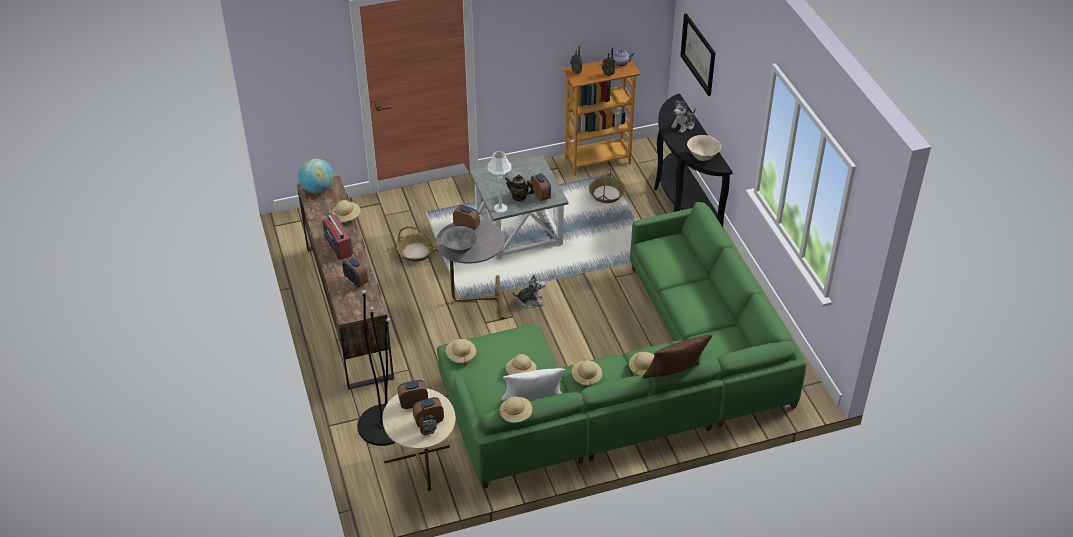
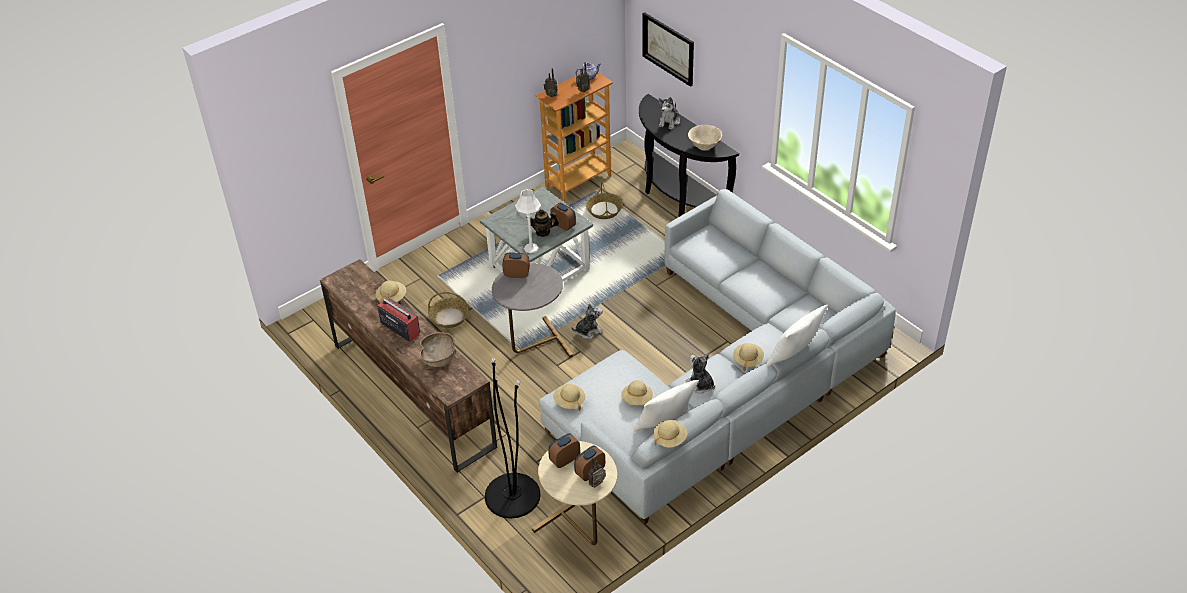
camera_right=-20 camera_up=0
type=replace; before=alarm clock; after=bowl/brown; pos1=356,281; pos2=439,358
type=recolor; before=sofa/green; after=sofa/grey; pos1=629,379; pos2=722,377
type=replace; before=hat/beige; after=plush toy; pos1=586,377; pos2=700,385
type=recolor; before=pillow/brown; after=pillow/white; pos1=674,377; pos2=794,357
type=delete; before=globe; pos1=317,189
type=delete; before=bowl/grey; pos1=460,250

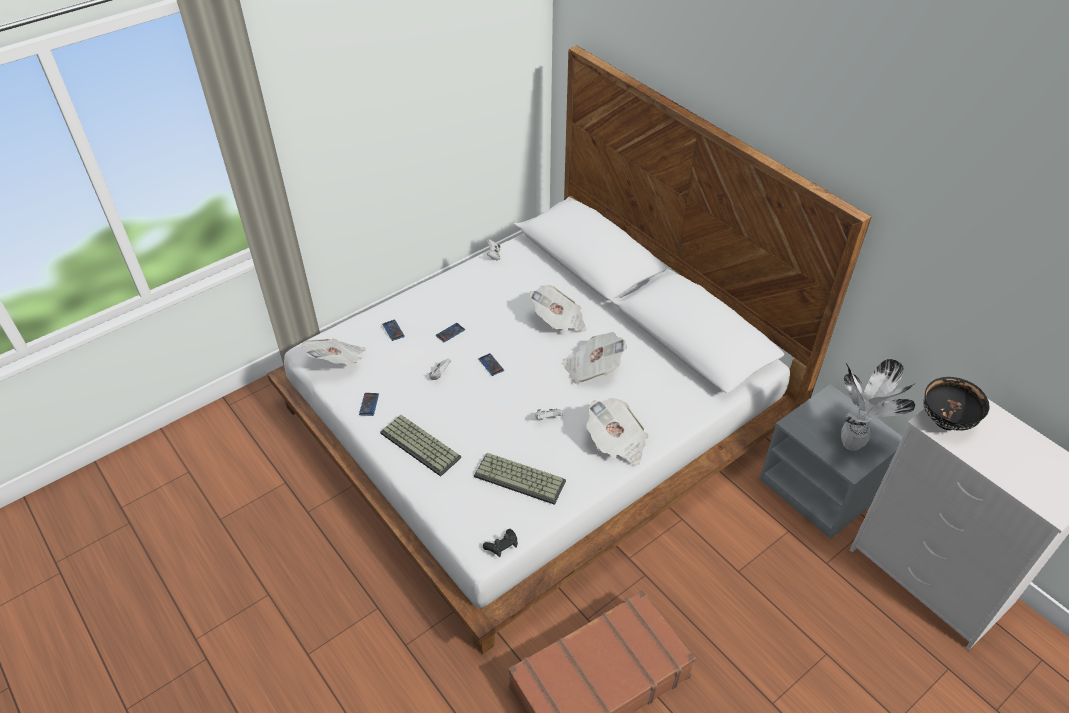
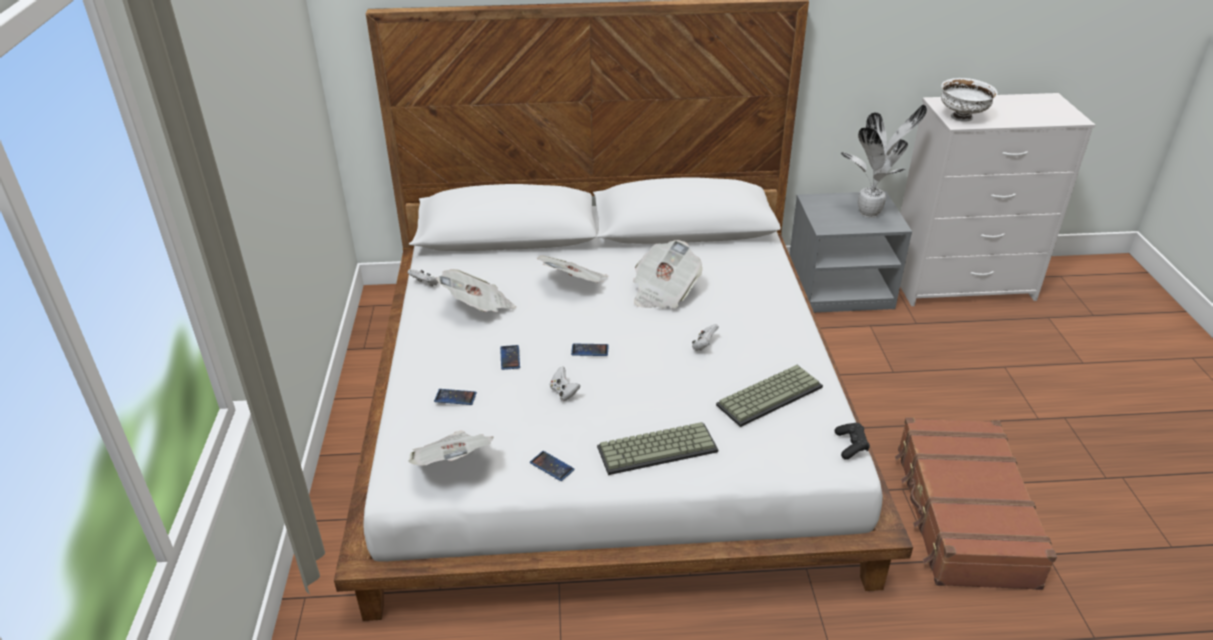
camera_right=-55 camera_up=-10
type=move; before=newspaper; pos1=617,443; pos2=479,308
type=recolor; before=bowl/black; after=bowl/white; pos1=946,422; pos2=962,117

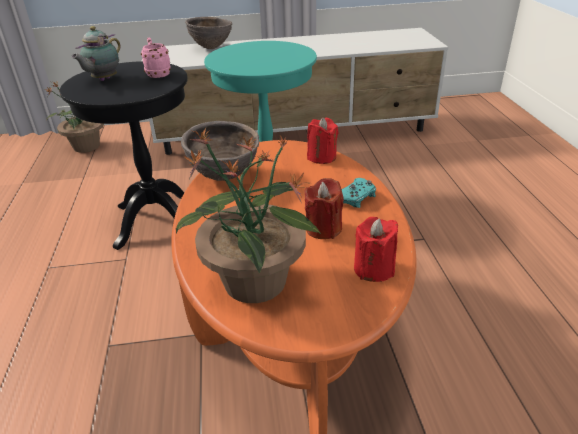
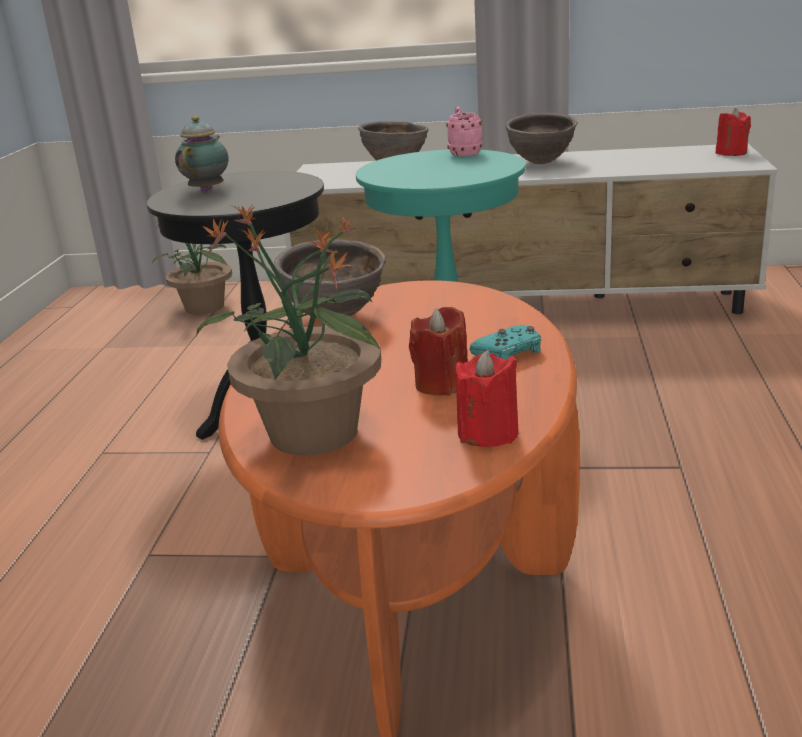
camera_right=15 camera_up=-10
type=rotate; before=teapot; pos1=103,80; pos2=208,190; turn=150
type=move; before=mug/pink; pos1=157,74; pos2=463,153
type=insert; after=bowl/brown; pos2=540,163
type=move; before=candle/red; pos1=321,157; pos2=731,153

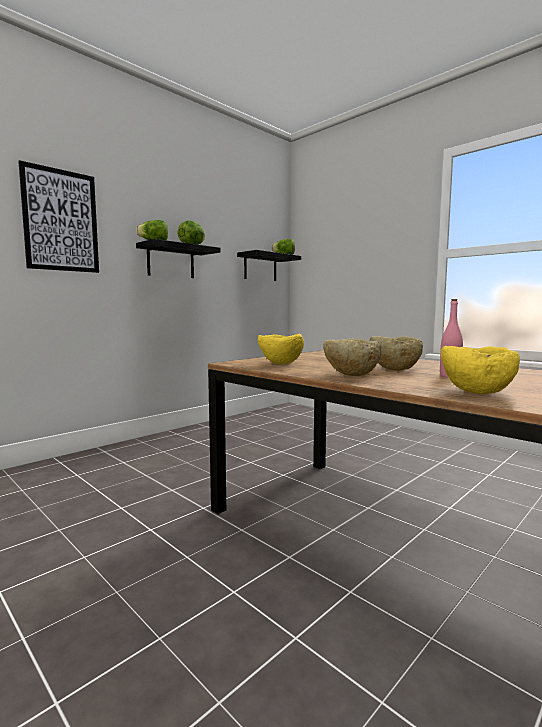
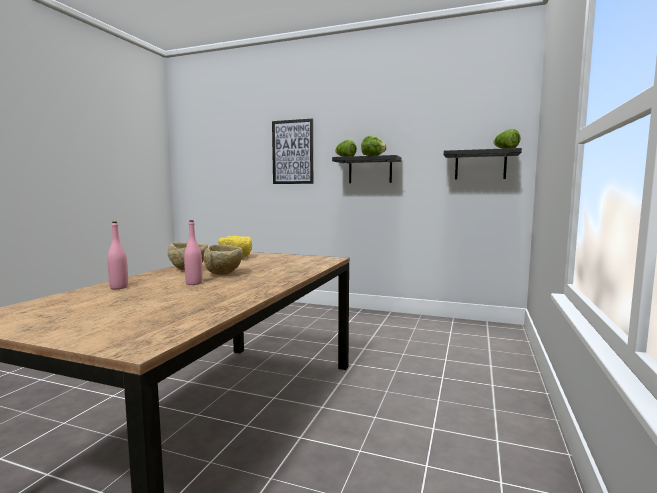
camera_right=65 camera_up=0
type=replace; before=bowl/yellow; after=bottle/pink; pos1=475,392; pos2=119,287

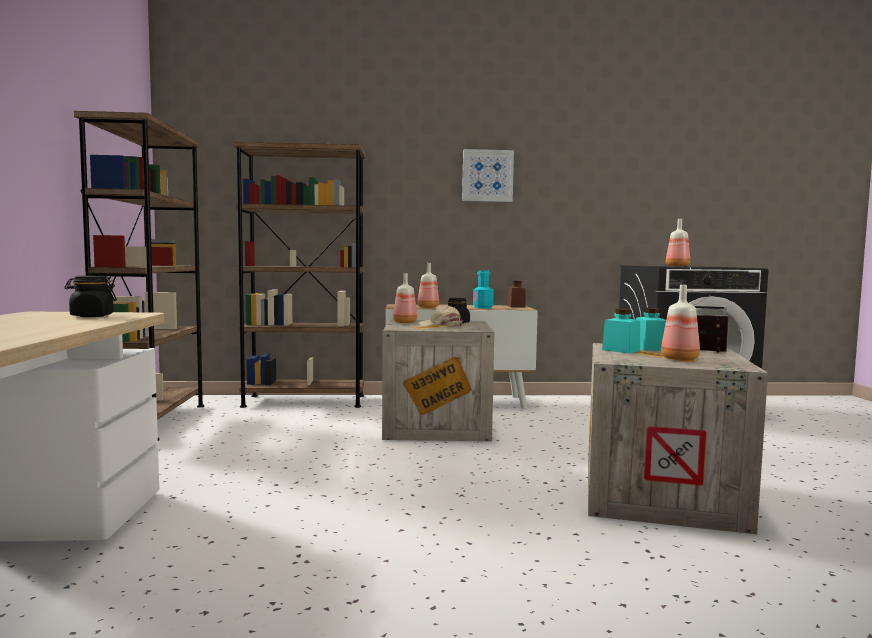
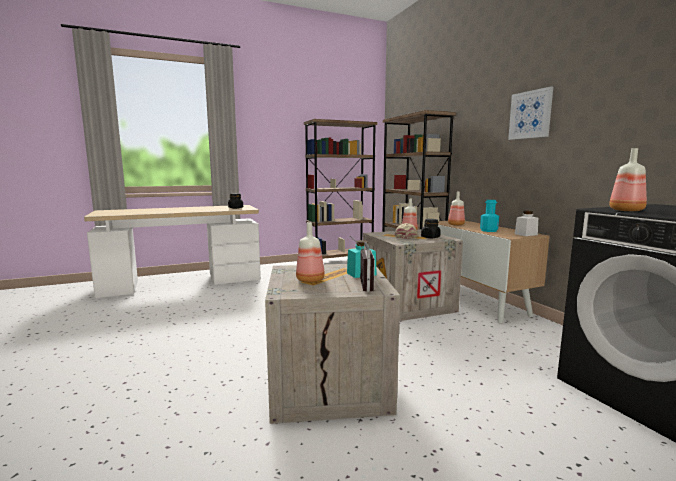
camera_right=70 camera_up=5
type=recolor; before=jar/brown; after=jar/white; pos1=516,306; pos2=526,234
type=delete; before=jar/turquoise; pos1=621,350

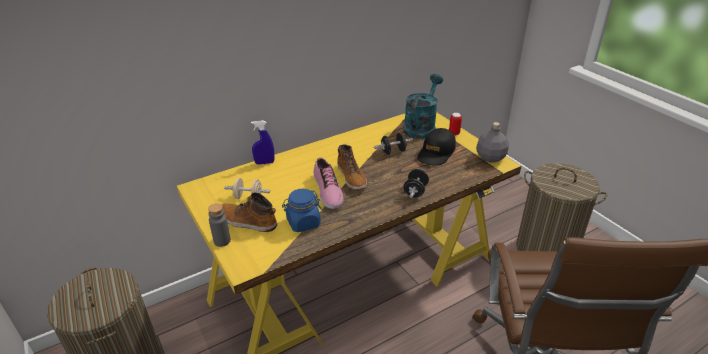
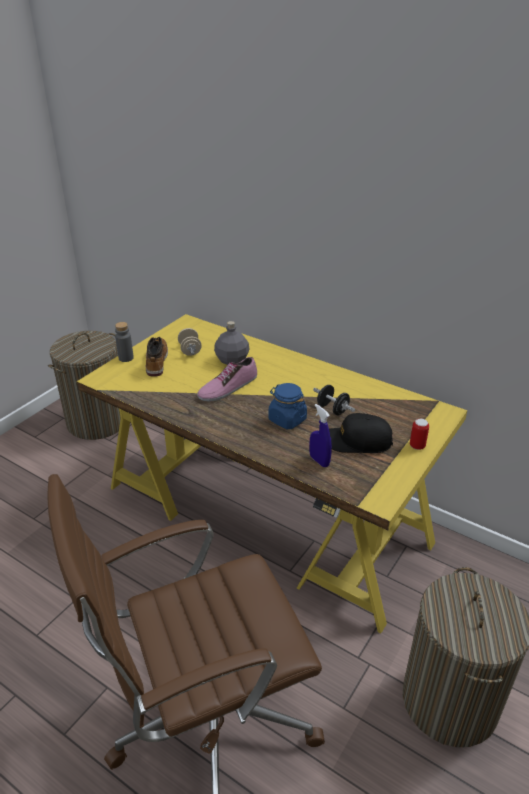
camera_right=65 camera_up=0
type=move; before=bottle/grey; pos1=490,157; pos2=232,360
type=move; before=jar/blue; pos1=303,223; pos2=287,419
type=move; before=spray bottle/blue; pos1=264,163; pos2=319,461
type=delete; before=boot; pos1=352,177
type=delete; before=watering can/turquoise; pos1=421,127
type=delete; before=dumbbell/black; pos1=415,191

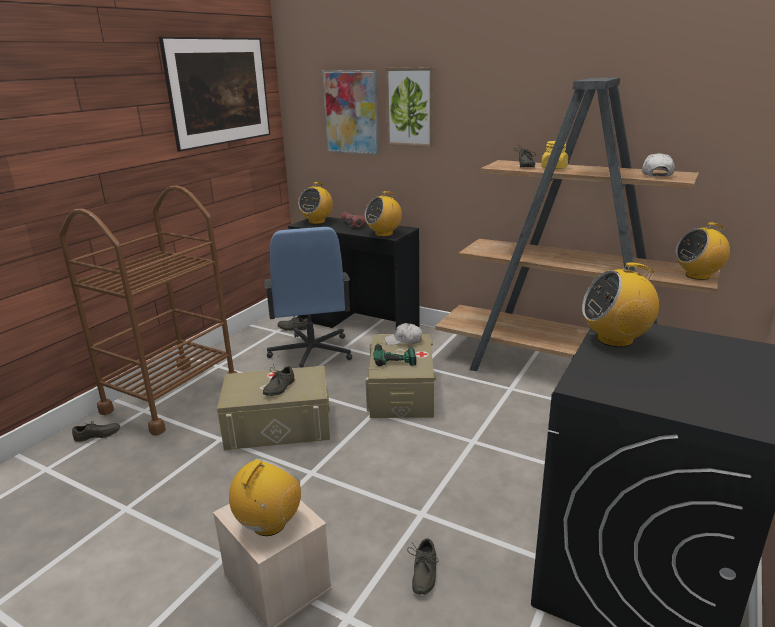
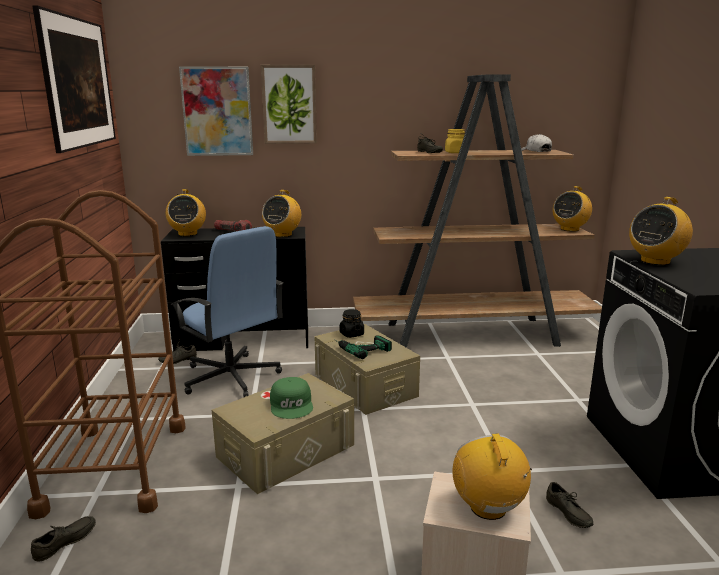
camera_right=-35 camera_up=-5
type=replace; before=shoe/grey; after=cap/green; pos1=278,388; pos2=292,404
type=replace; before=cap/white; after=jar/black; pos1=404,340; pos2=351,334

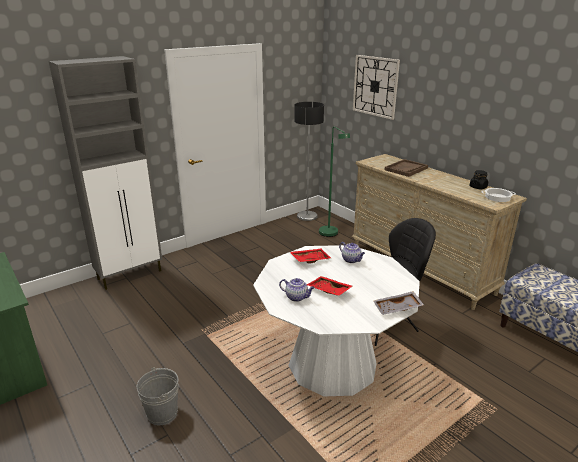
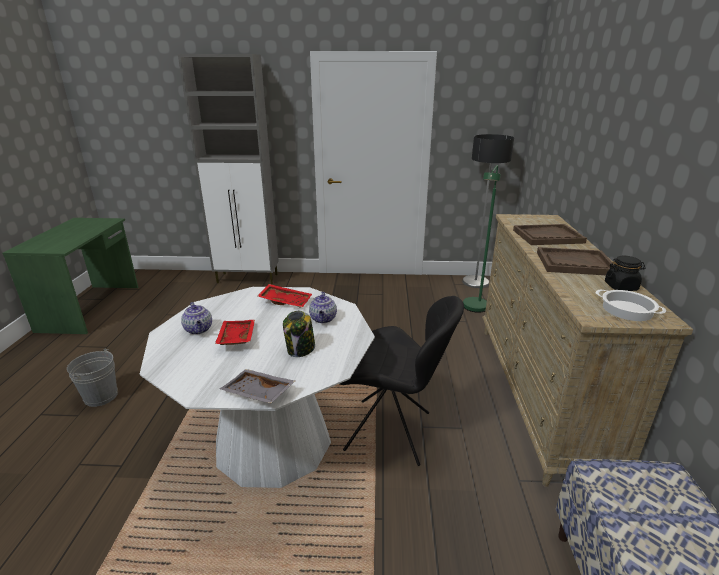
camera_right=40 camera_up=0
type=insert; after=jar; pos2=300,349
type=insert; after=tray/brown; pos2=574,263
type=delete; before=wall clock; pos1=375,86

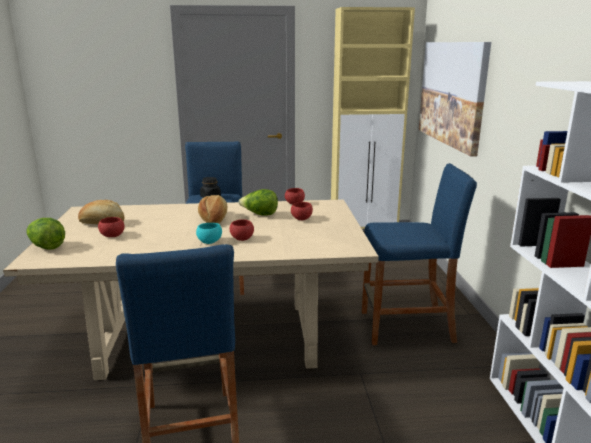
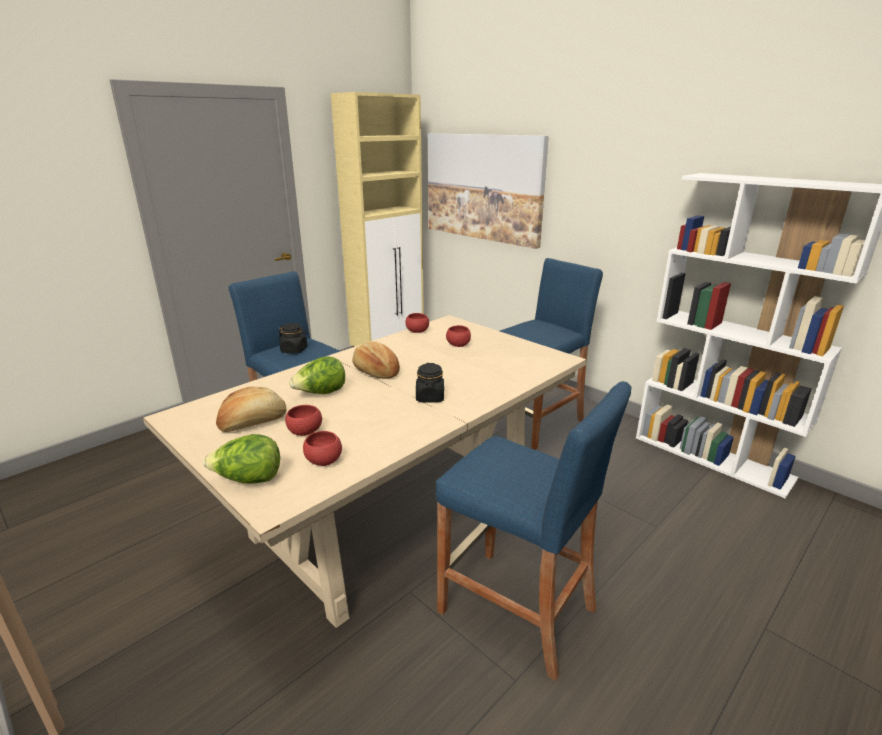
camera_right=-40 camera_up=5
type=move; before=lettuce; pos1=260,215; pos2=321,393
type=move; before=bowl/red; pos1=242,239; pos2=324,461
type=replace; before=bowl/turquoise; after=jar/black; pos1=210,242; pos2=430,397

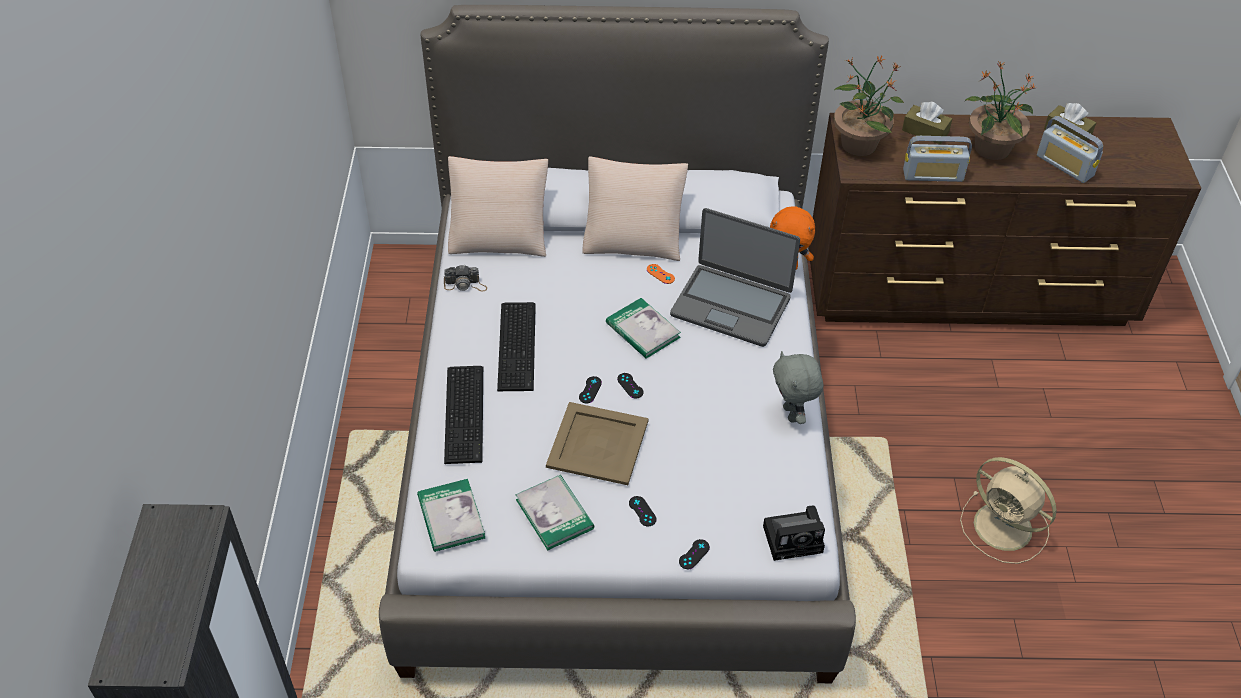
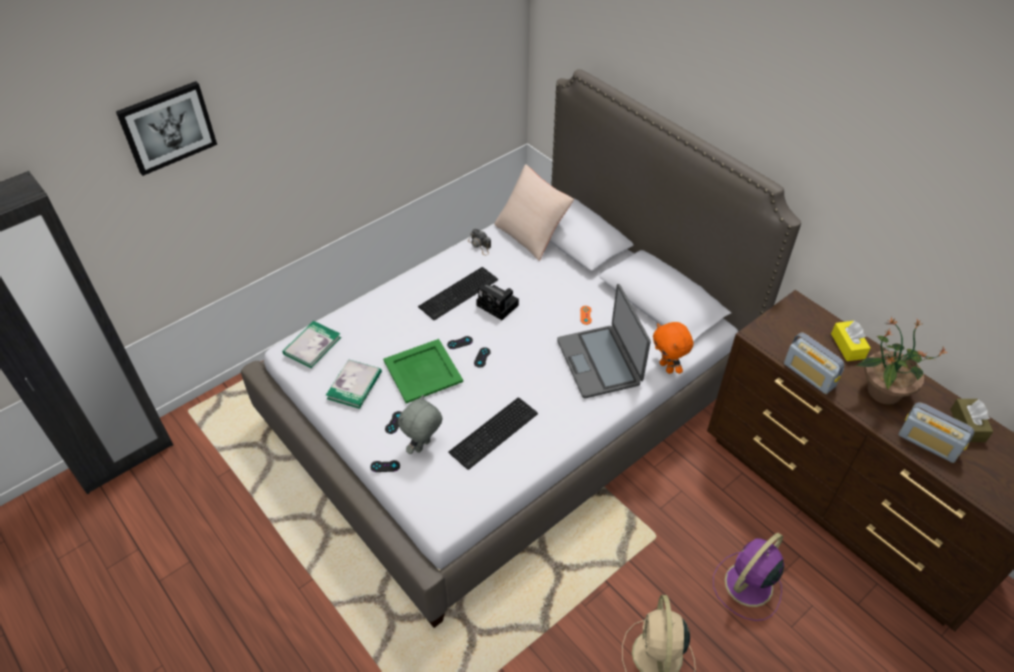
camera_right=50 camera_up=0
type=insert; after=picture; pos2=167,127
type=recolor; before=tray/beige; after=tray/green; pos1=596,444; pos2=422,371
type=move; before=plush toy/grey; pos1=792,414; pos2=423,446
type=move; before=keyboard; pos1=466,413; pos2=496,433
type=move; before=photo camera; pos1=795,538; pos2=499,306
type=insert; after=fan/purple; pos2=747,586
type=recolor; before=tissue box/brown; after=tissue box/yellow; pos1=925,131; pos2=847,346
type=rotate; before=radio; pos1=1065,166; pos2=928,443; turn=-60
type=delete; before=pillow/beige; pos1=633,238
type=delete; before=book; pos1=643,330
type=delete; before=potted plant; pos1=859,144

